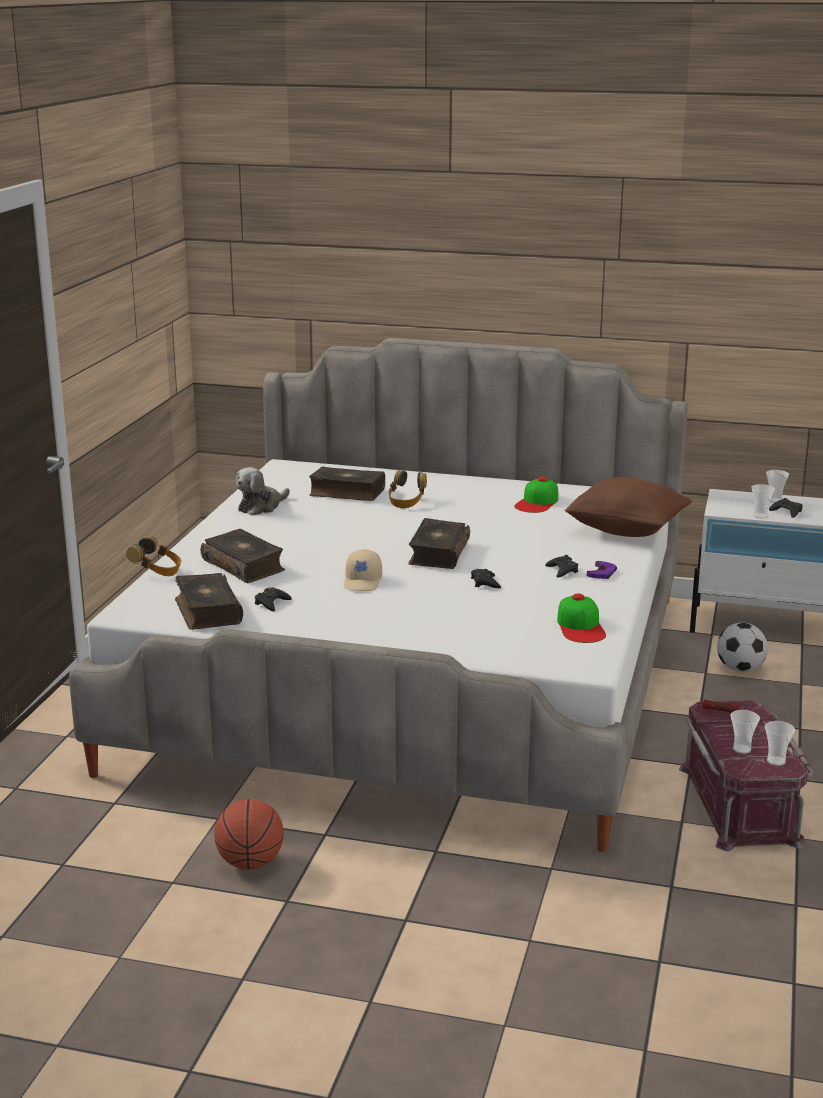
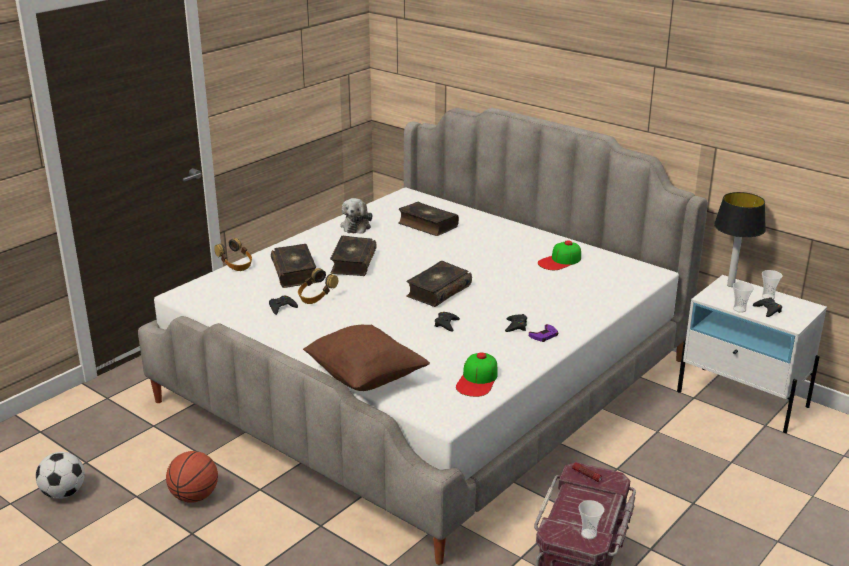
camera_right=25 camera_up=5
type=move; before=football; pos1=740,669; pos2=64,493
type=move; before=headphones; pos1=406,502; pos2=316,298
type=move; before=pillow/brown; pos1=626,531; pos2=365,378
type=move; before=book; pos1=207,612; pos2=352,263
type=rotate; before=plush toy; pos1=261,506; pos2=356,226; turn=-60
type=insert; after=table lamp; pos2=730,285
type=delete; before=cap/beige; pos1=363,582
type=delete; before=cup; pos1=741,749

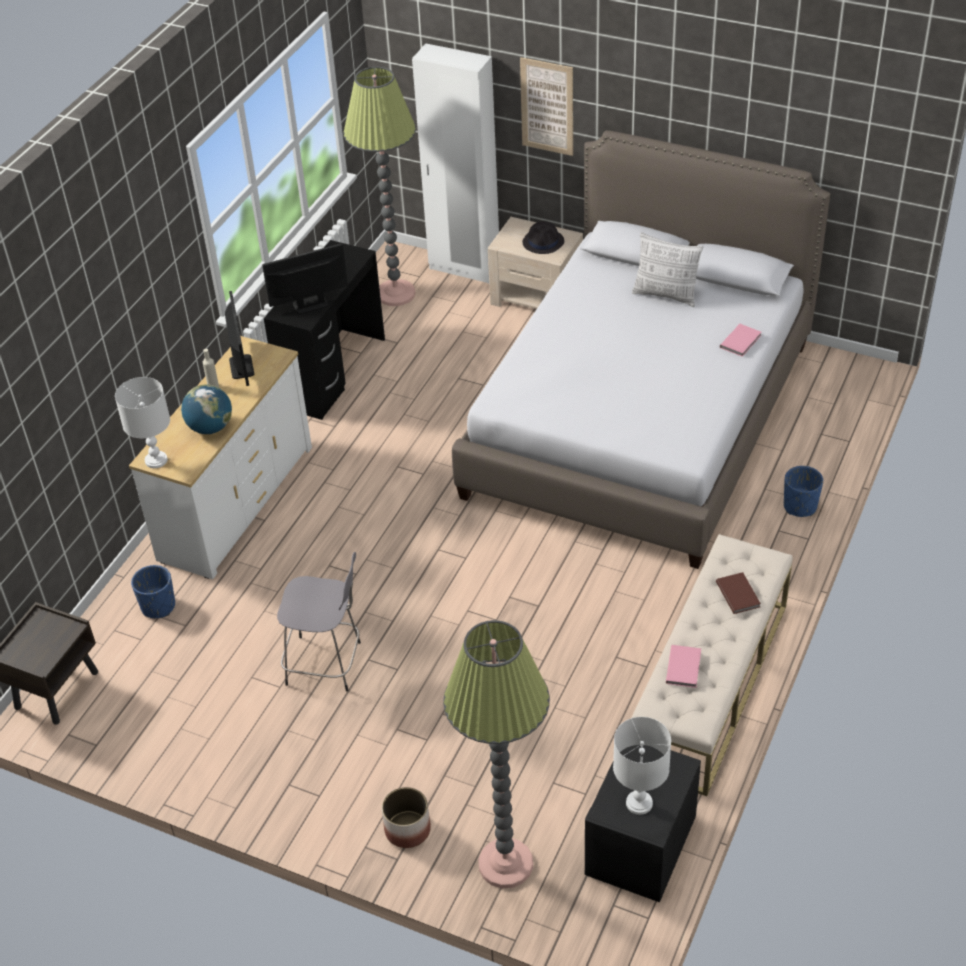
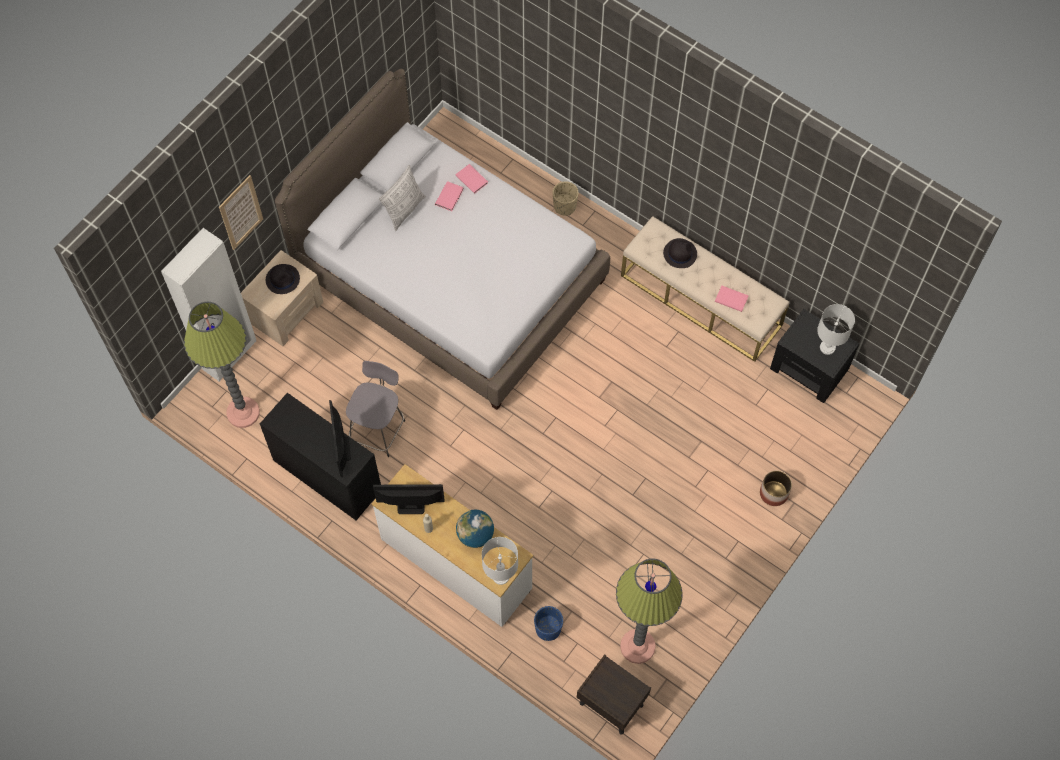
camera_right=-80 camera_up=20
type=move; before=stool/grey; pos1=326,664; pos2=378,430
type=insert; after=book/pink; pos2=450,197
type=recolor; before=planter/blue; after=planter/beige; pos1=800,506; pos2=565,206
type=move; before=floor lamp; pos1=505,864; pos2=637,646
type=replace; before=book/brown; after=hat/black; pos1=738,594; pos2=679,253

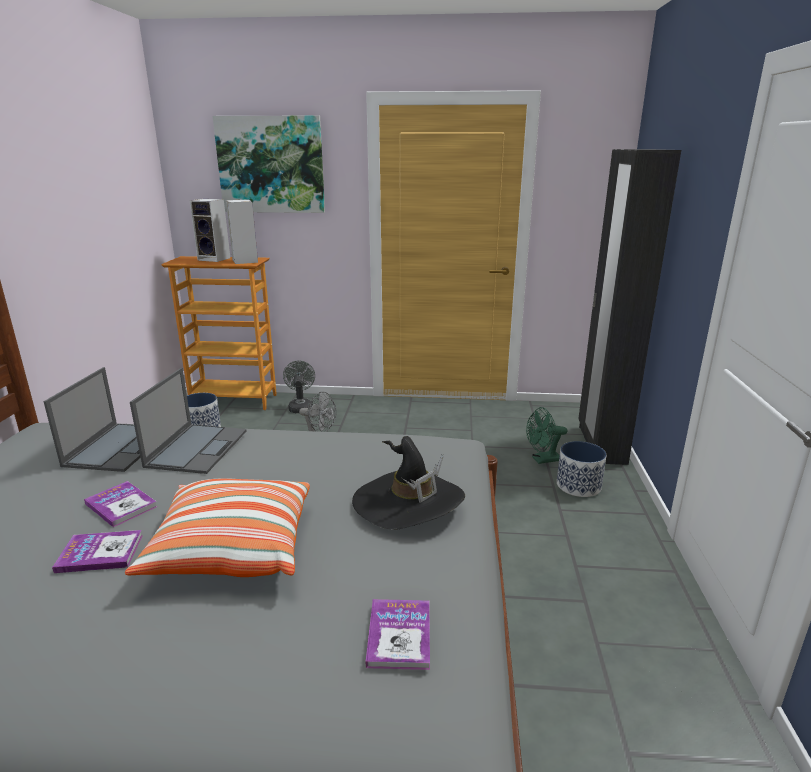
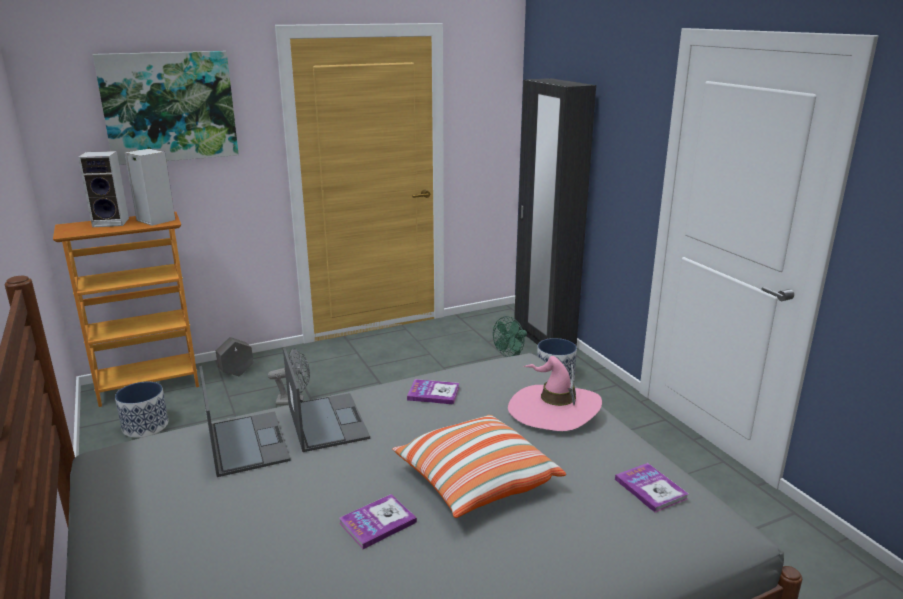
camera_right=-30 camera_up=0
type=replace; before=fan/grey; after=planter/grey; pos1=300,407; pos2=236,373
type=move; before=book; pos1=121,505; pos2=433,393
type=recolor; before=hat/black; after=hat/pink; pos1=408,503; pos2=554,410

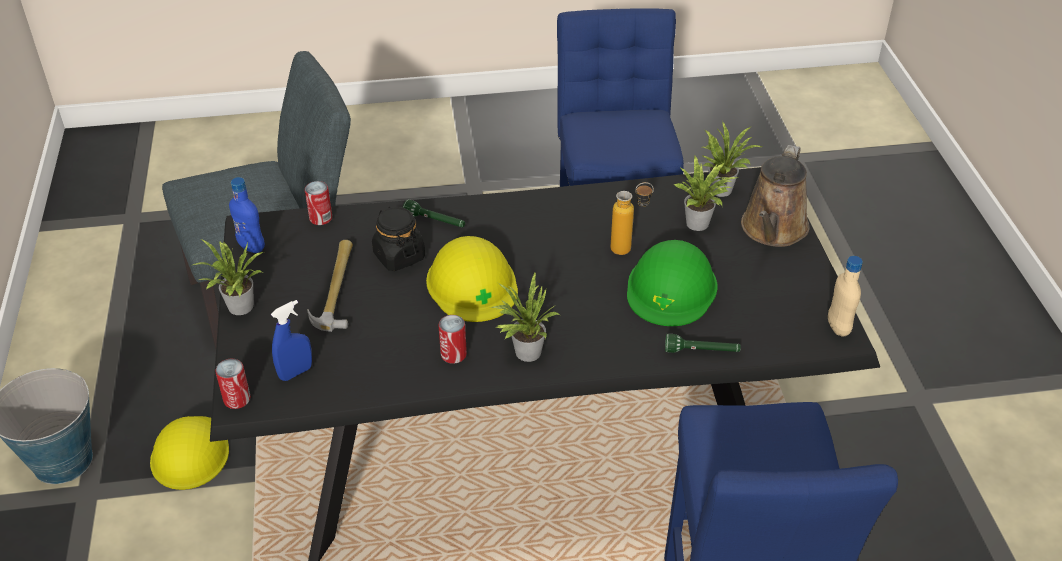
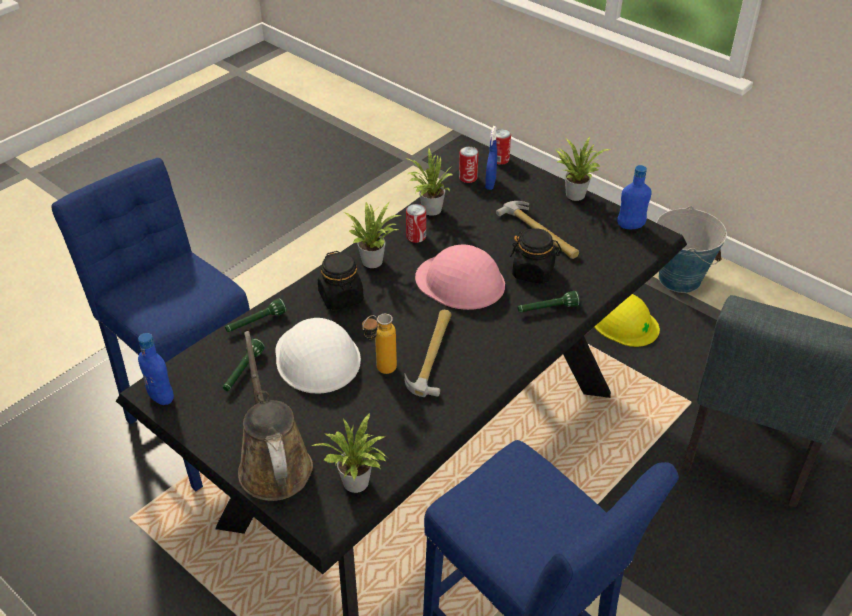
camera_right=140 camera_up=0
type=recolor; before=bottle/beige; after=bottle/blue; pos1=838,327; pos2=161,397
type=insert; after=flashlight/green; pos2=243,372
type=recolor; before=hard hat/green; after=hard hat/white; pos1=671,288; pos2=317,357
type=insert; after=jar/black; pos2=341,297
type=insert; after=hammer; pos2=433,355
type=move; before=potted plant; pos1=700,224; pos2=429,210
type=recolor; before=hard hat/yellow; after=hard hat/pink; pos1=472,284; pos2=460,282
type=move; before=can; pos1=321,218; pos2=468,178

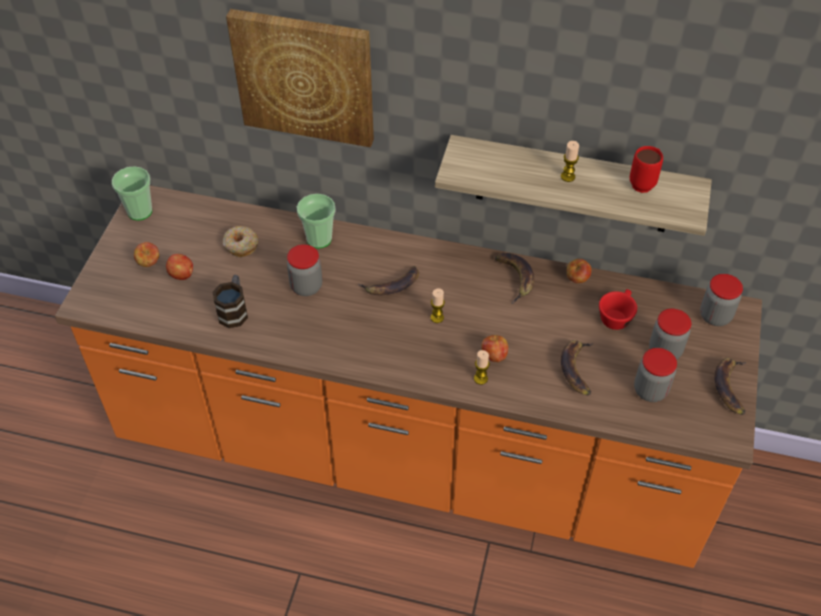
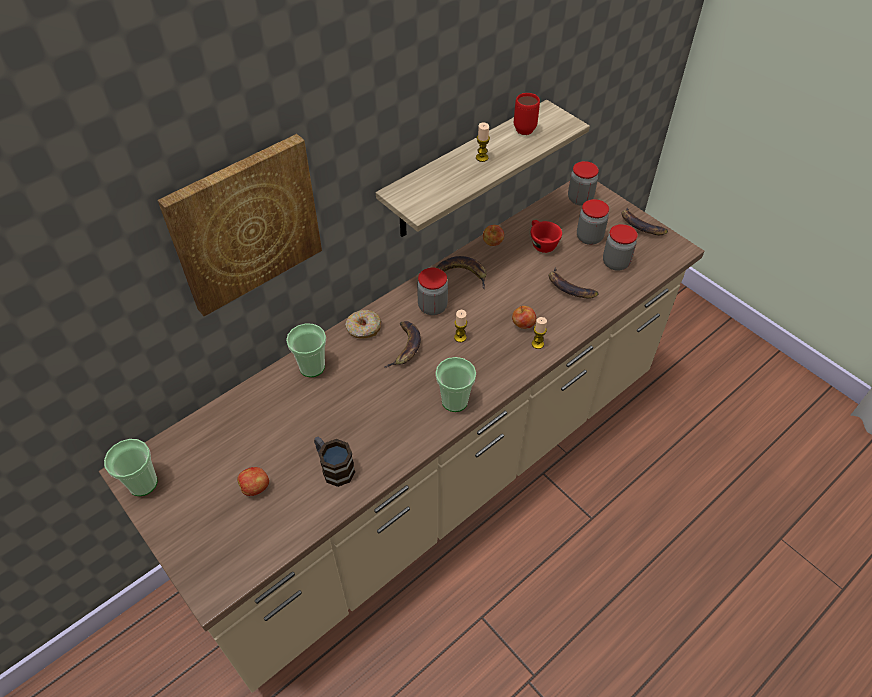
camera_right=-55 camera_up=0
type=recolor; before=counter/orange; after=counter/beige; pos1=410,453; pos2=436,477
type=move; before=donut; pos1=240,245; pos2=363,328
type=move; before=jar; pos1=306,286; pos2=432,307
type=insert; after=cup; pos2=454,401
type=delete; before=apple; pos1=149,263

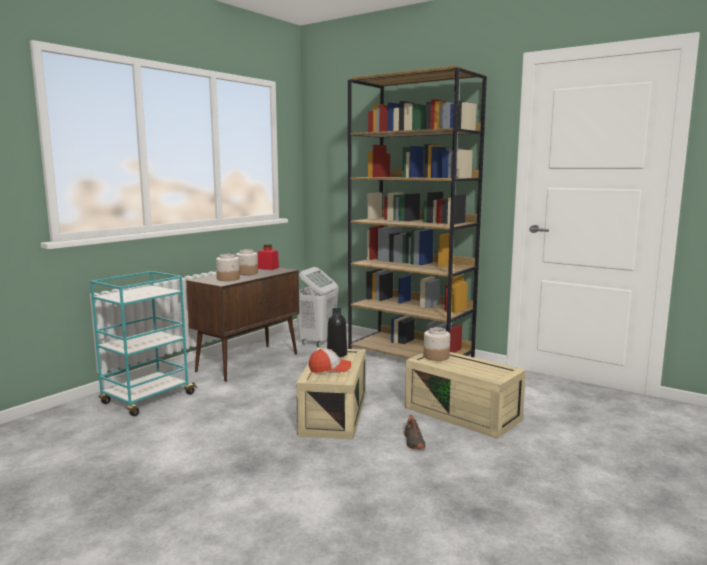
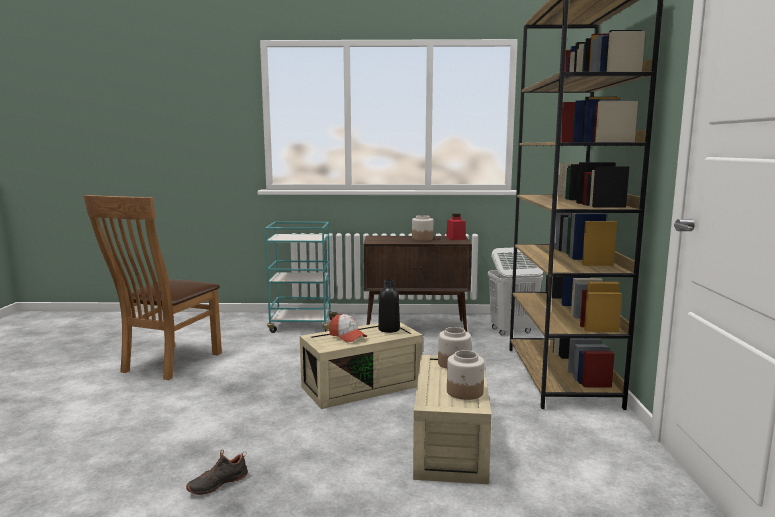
camera_right=55 camera_up=0
type=insert; after=chair/brown; pos2=167,364
type=move; before=shoe/black; pos1=413,442; pos2=217,483
type=move; before=jar; pos1=228,279; pos2=465,392

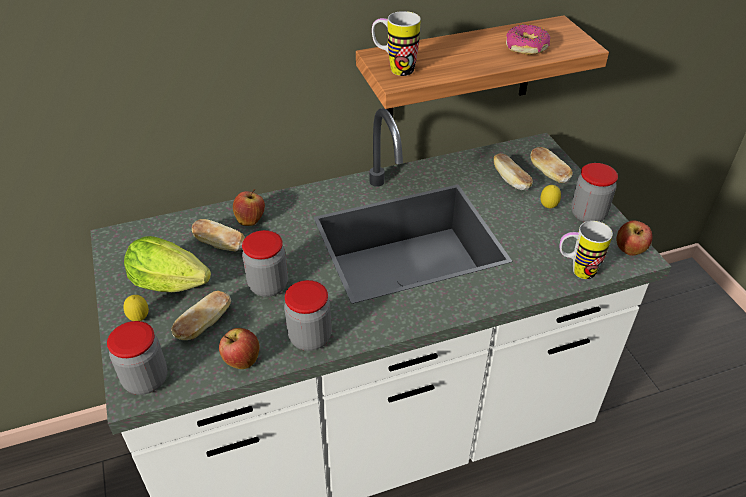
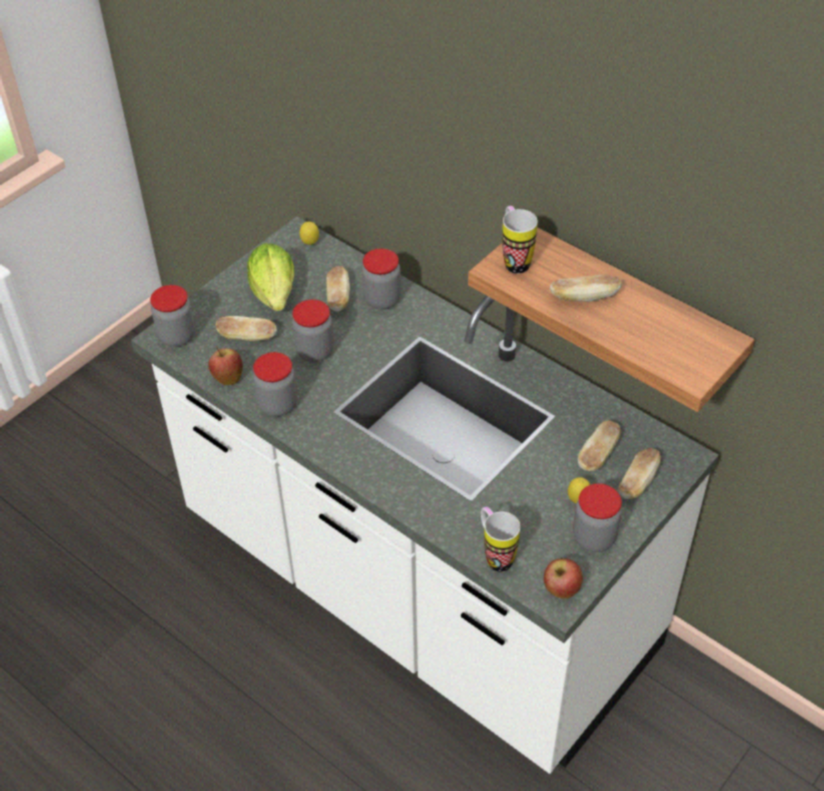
camera_right=60 camera_up=5
type=move; before=lemon; pos1=139,319; pos2=310,243
type=replace; before=apple; after=jar; pos1=251,220; pos2=382,299
type=insert; after=bread; pos2=584,297
type=delete; before=donut; pos1=526,47

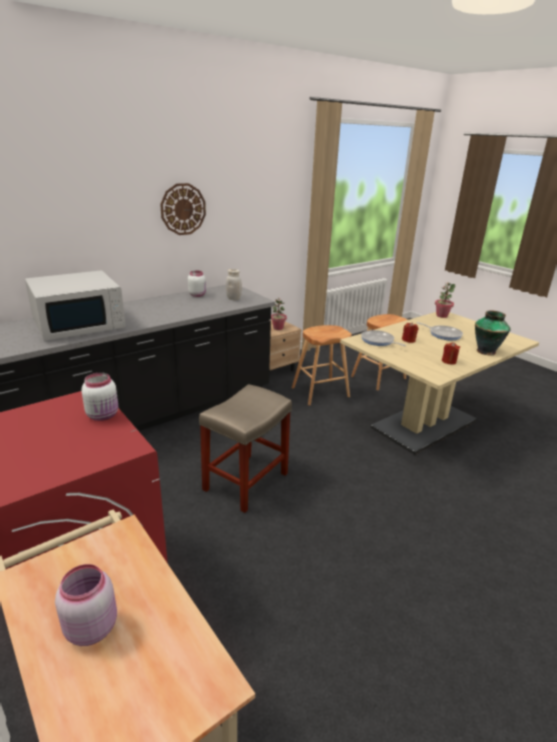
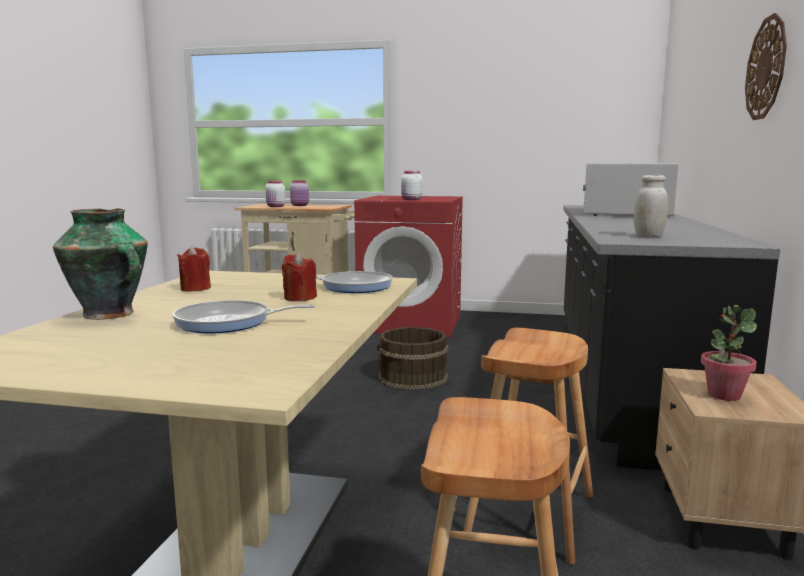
camera_right=140 camera_up=-15
type=move; before=jar/white; pos1=197,295; pos2=276,206
type=replace; before=stool/beige; after=bucket/brown; pos1=246,481; pos2=412,377
type=delete; before=potted plant; pos1=441,316

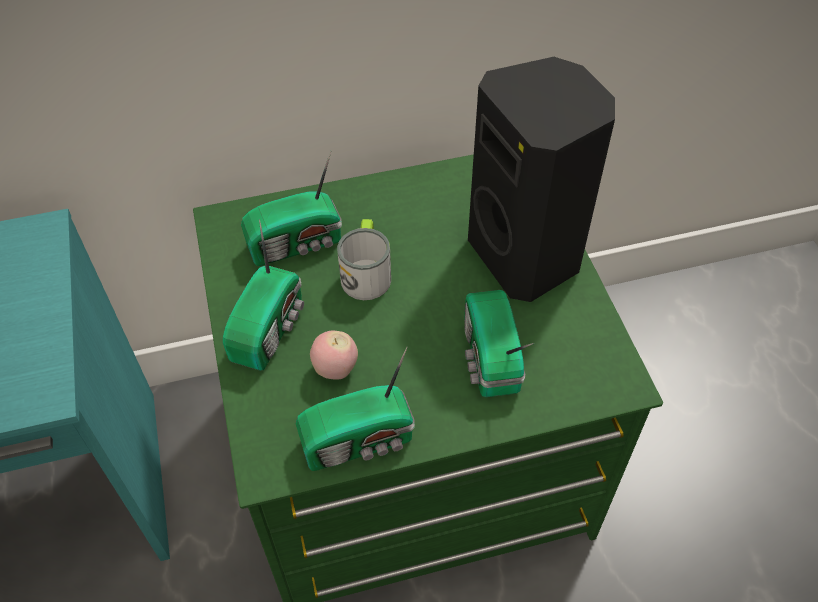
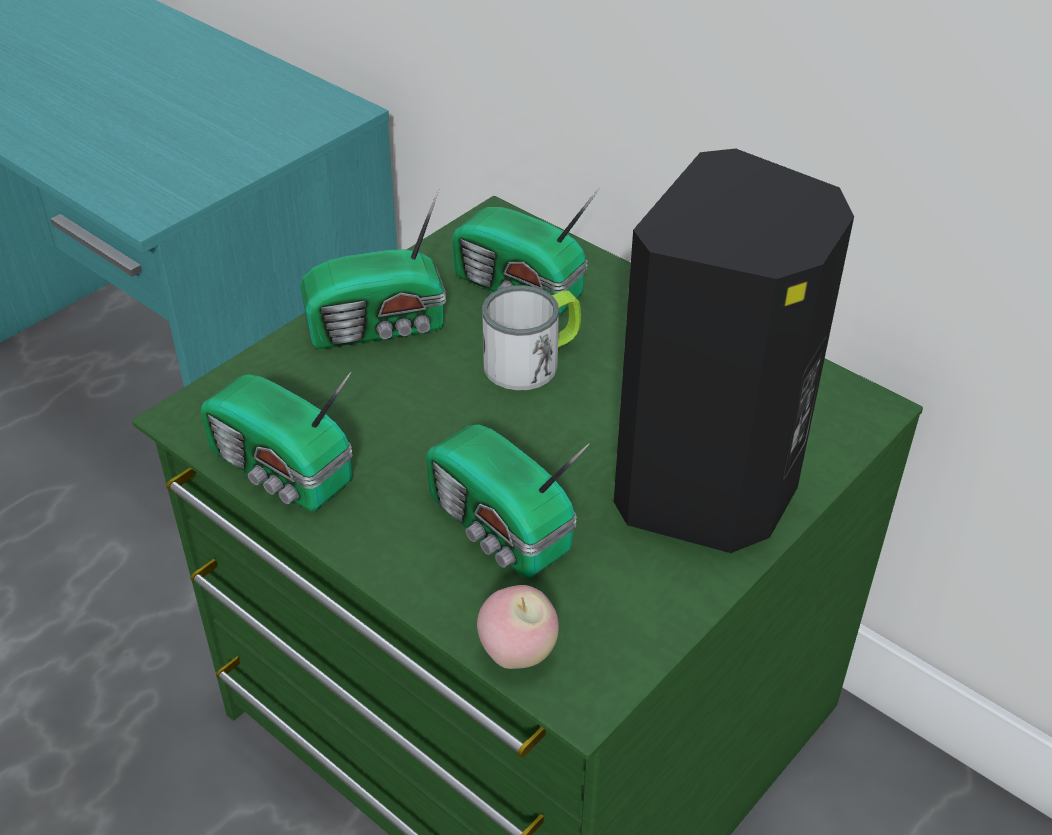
camera_right=55 camera_up=-10
type=rotate; before=radio; pos1=489,358; pos2=499,529; turn=-90
type=move; before=apple; pos1=335,369; pos2=517,654

